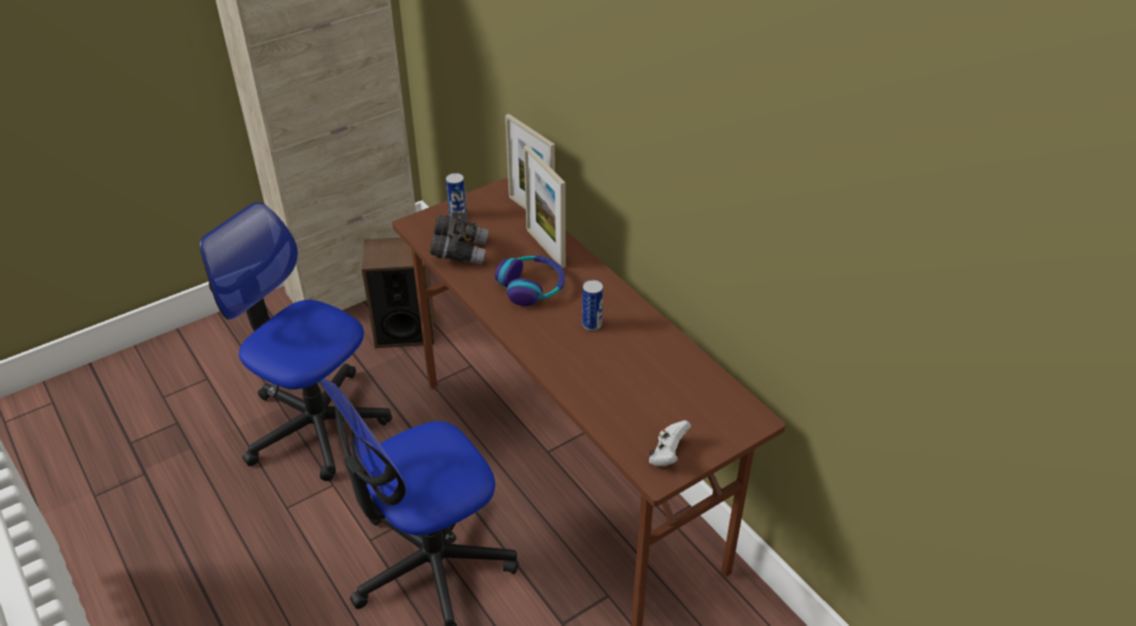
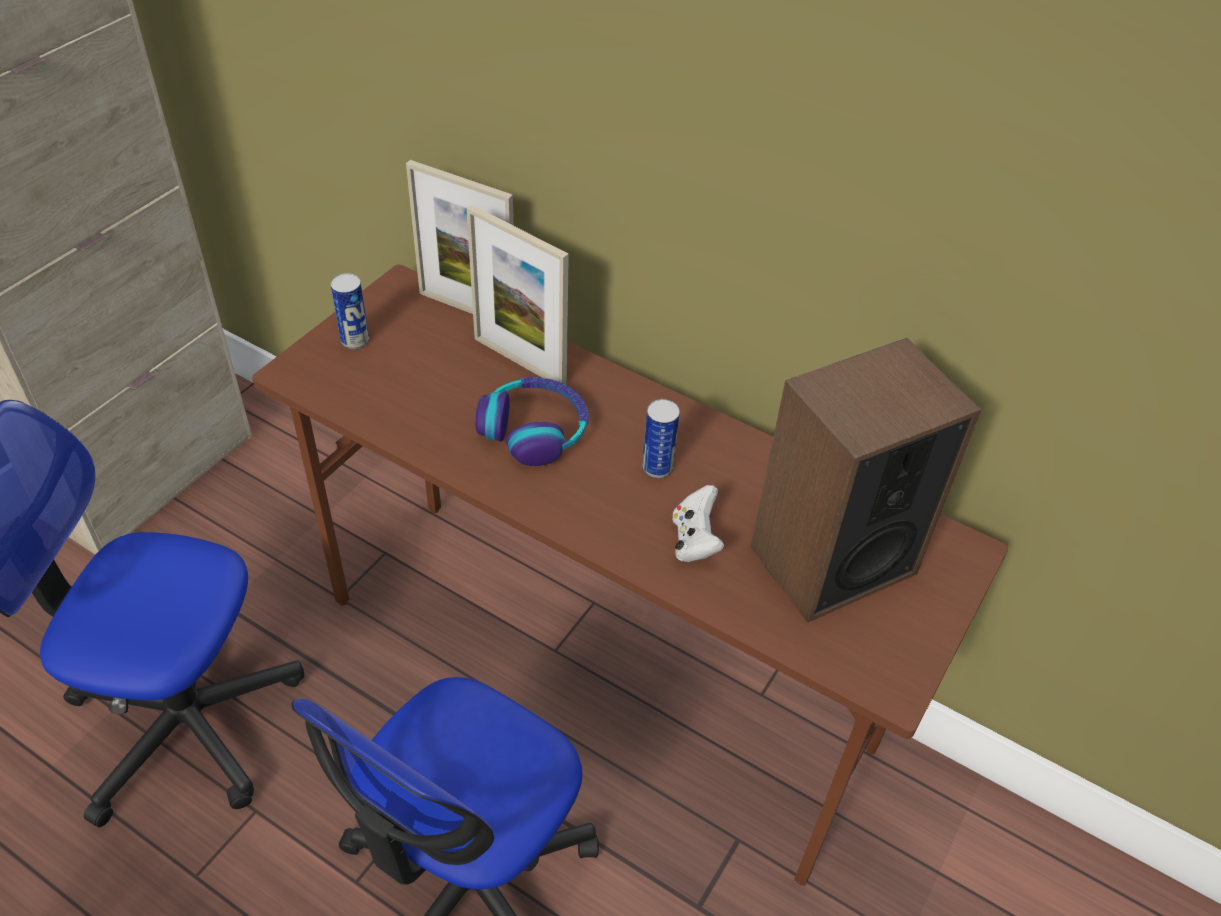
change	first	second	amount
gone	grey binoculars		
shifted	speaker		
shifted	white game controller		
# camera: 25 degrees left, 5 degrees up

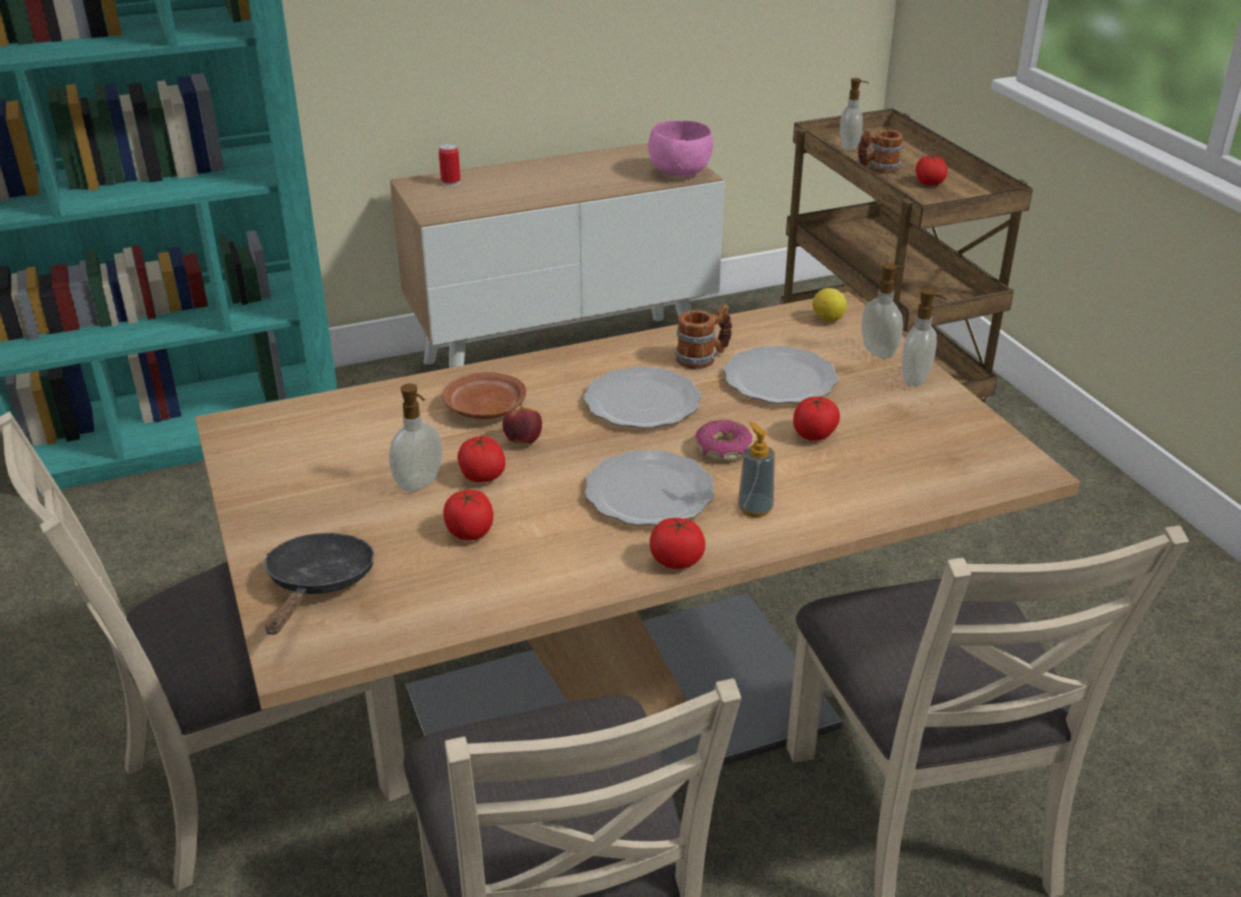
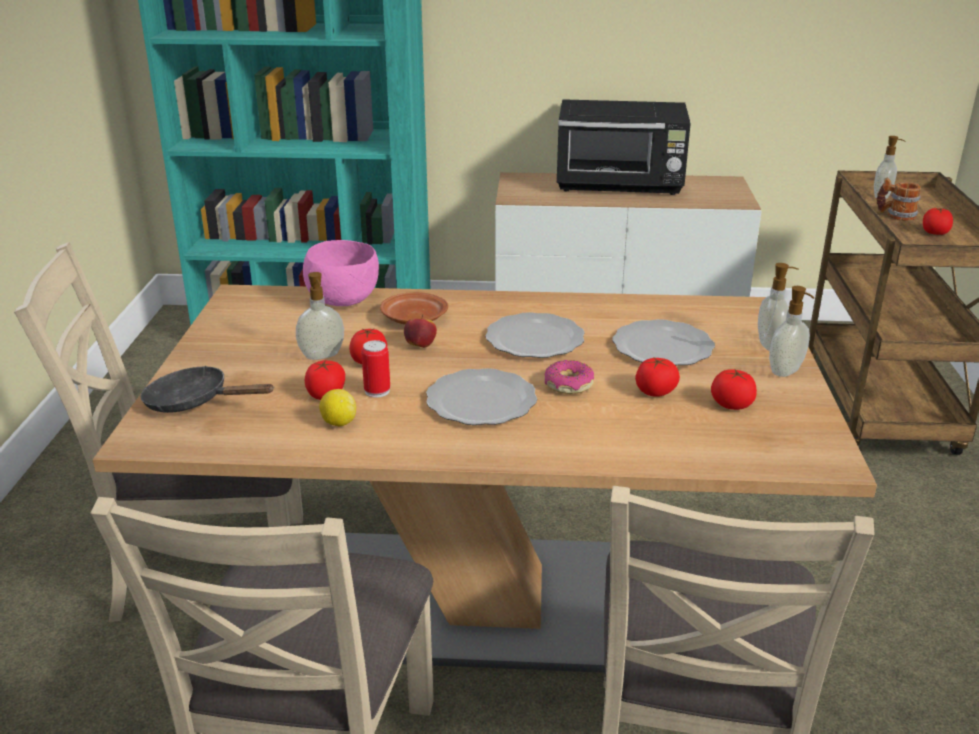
change	first	second	amount
shifted	pink bowl		
shifted	can		
shifted	lemon		
gone	mug (no. 1 from left)		
gone	soap dispenser (no. 2 from left)		
shifted	tomato (no. 3 from left in the first image)	tomato (no. 4 from left)	
rotated	black frying pan		105 degrees counterclockwise
new		black microwave	
# camera: 25 degrees right, 5 degrees down

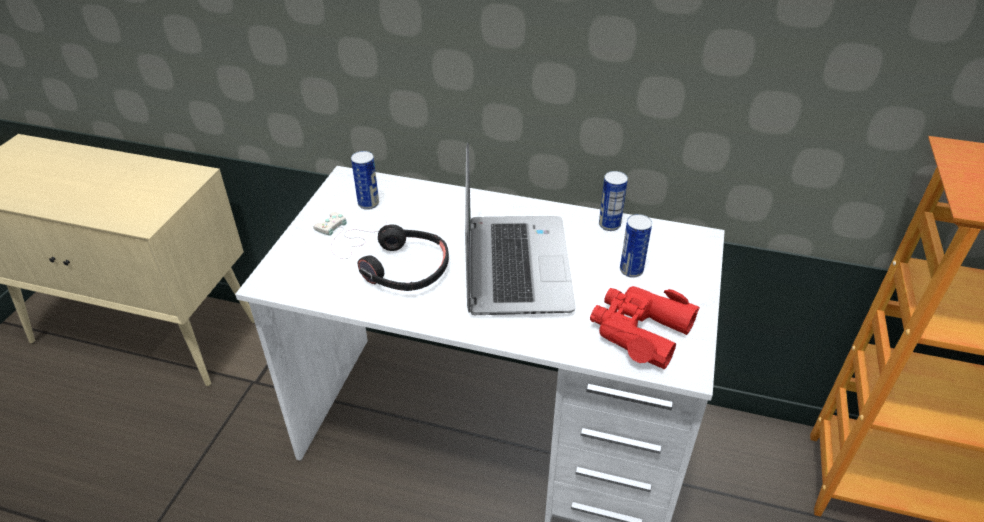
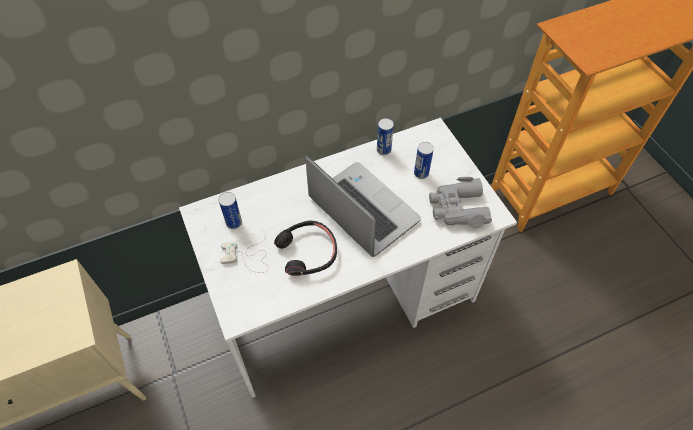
change	first	second	amount
repainted	red binoculars	grey binoculars	
# camera: 40 degrees left, 15 degrees up

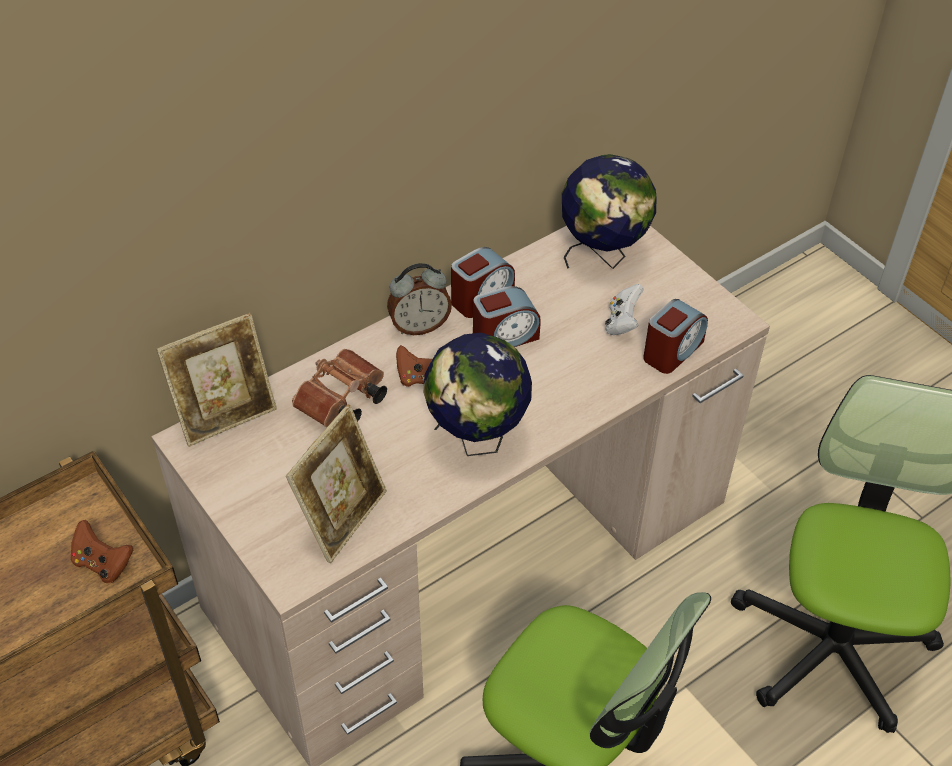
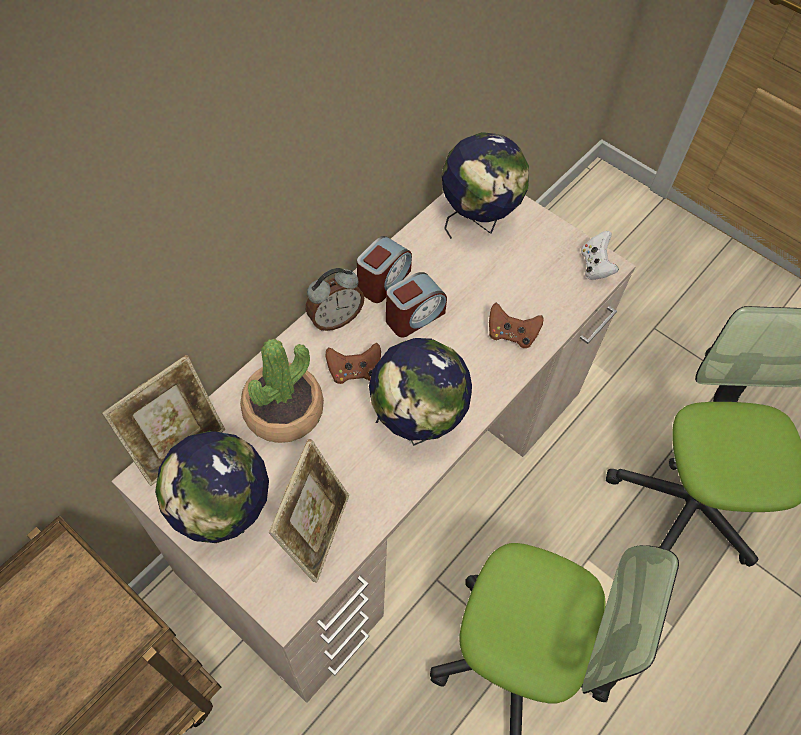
change	first	second	amount
shifted	white game controller		
gone	alarm clock (no. 4 from left)		
swapped	brown binoculars	potted plant	
shifted	brown game controller (no. 1 from left in the first image)	brown game controller (no. 2 from left)	
new		globe (no. 1 from left)	
# camera: 15 degrees left, 10 degrees up

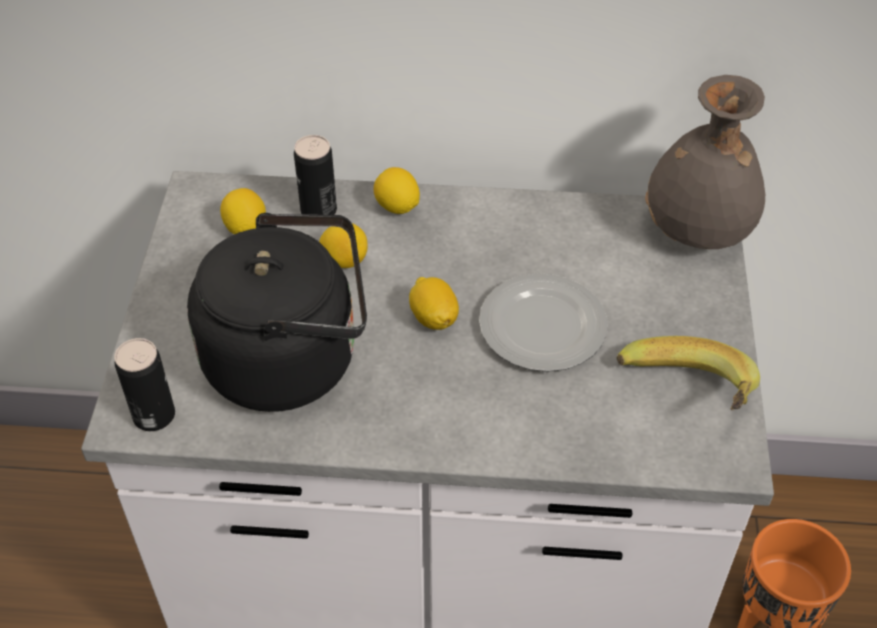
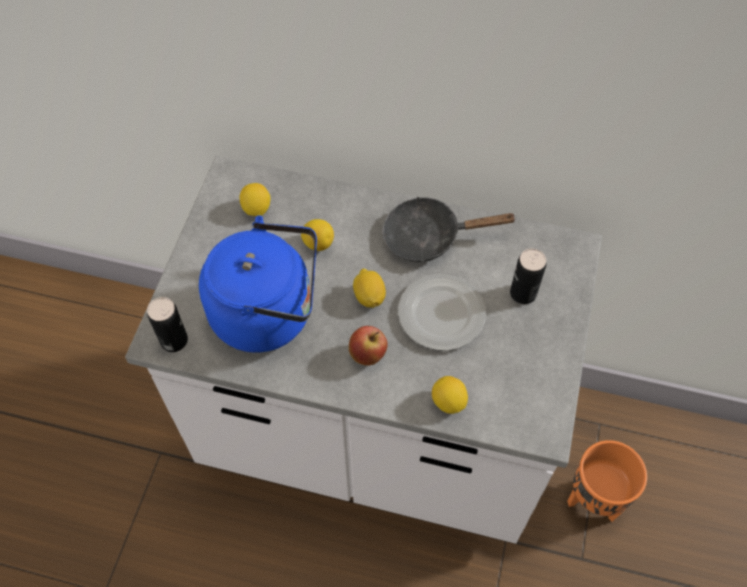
change	first	second	amount
gone	grey vase		
shifted	can (no. 2 from left)		
shifted	lemon (no. 3 from left in the first image)	lemon (no. 4 from left)	
repainted	black kettle	blue kettle	
gone	banana		
new		black frying pan	
new		apple	
# camera: 10 degrees right, 10 degrees up

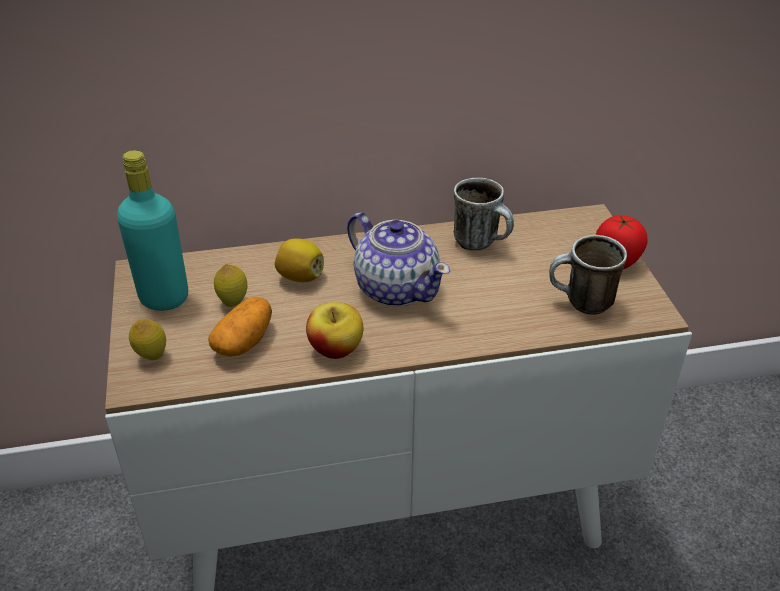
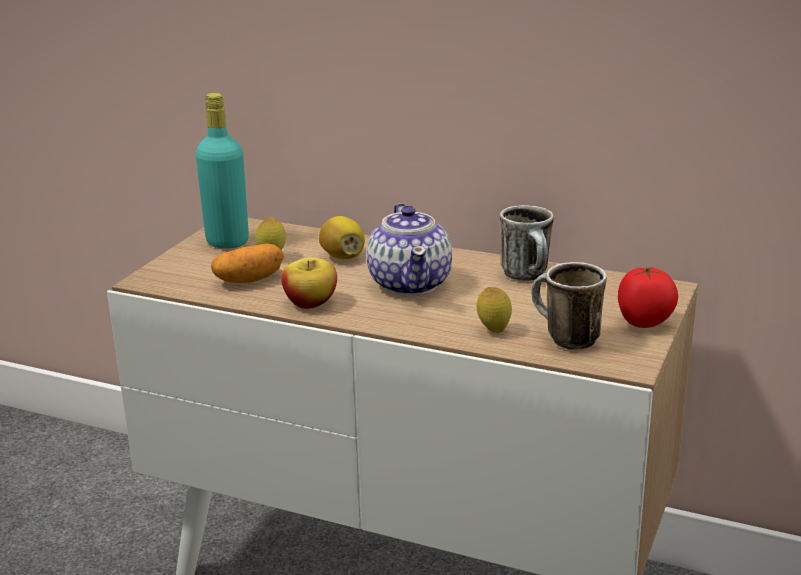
change	first	second	amount
shifted	lemon (no. 1 from left in the first image)	lemon (no. 3 from left)	
# camera: 35 degrees right, 15 degrees down

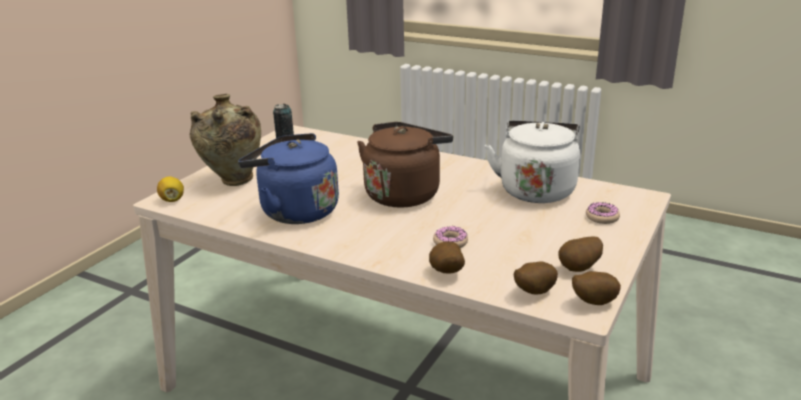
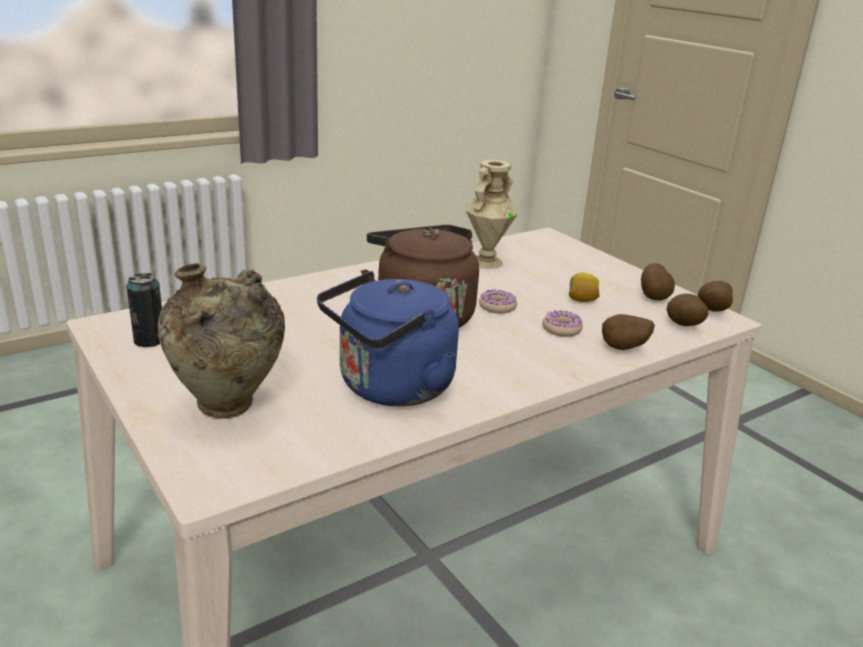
change	first	second	amount
swapped	white kettle	beige vase (no. 2 from left)	
shifted	lemon		
shifted	donut (no. 2 from left in the first image)	donut (no. 1 from left)	
# camera: 65 degrees left, 0 degrees up

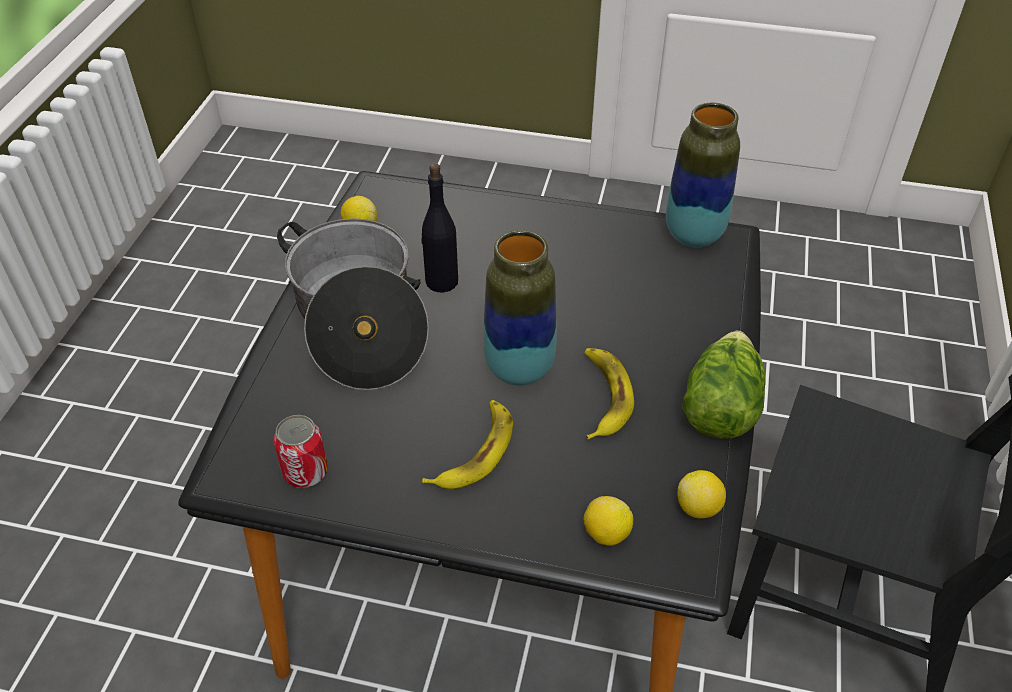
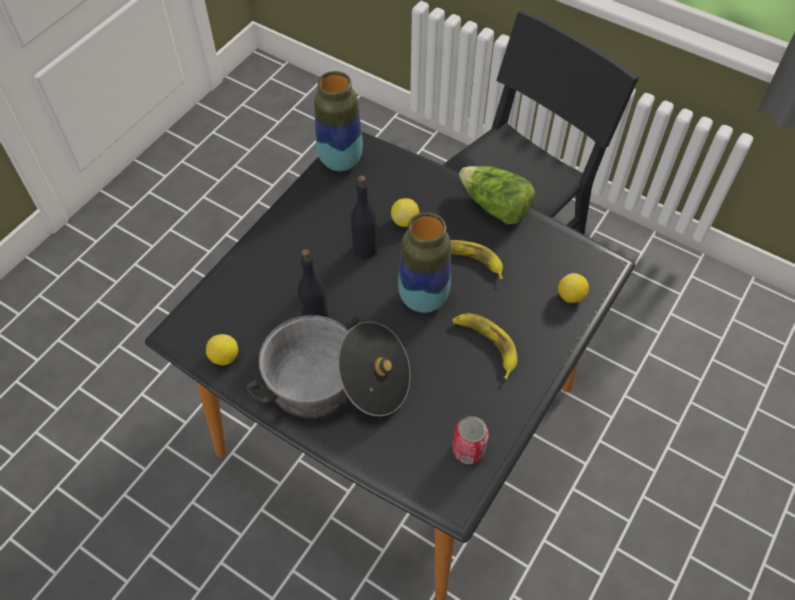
change	first	second	amount
shifted	lemon (no. 3 from left in the first image)	lemon (no. 2 from left)	
new		black bottle (no. 2 from left)	
# camera: 70 degrees left, 10 degrees up

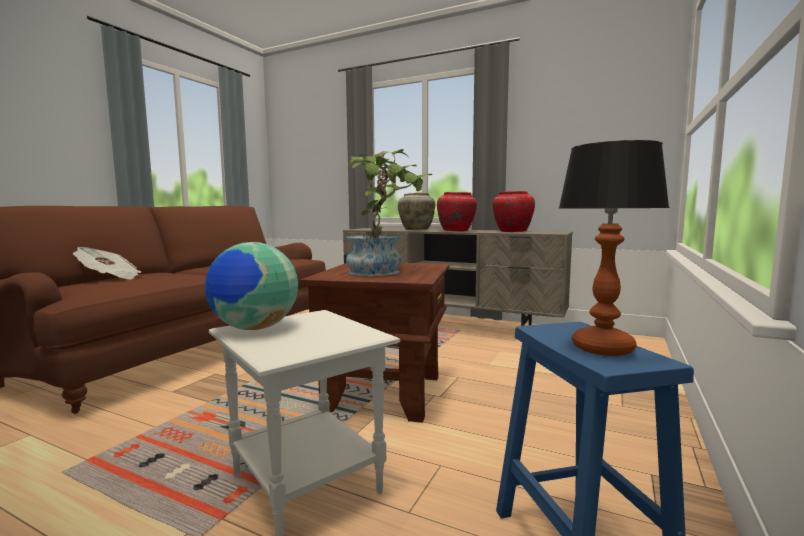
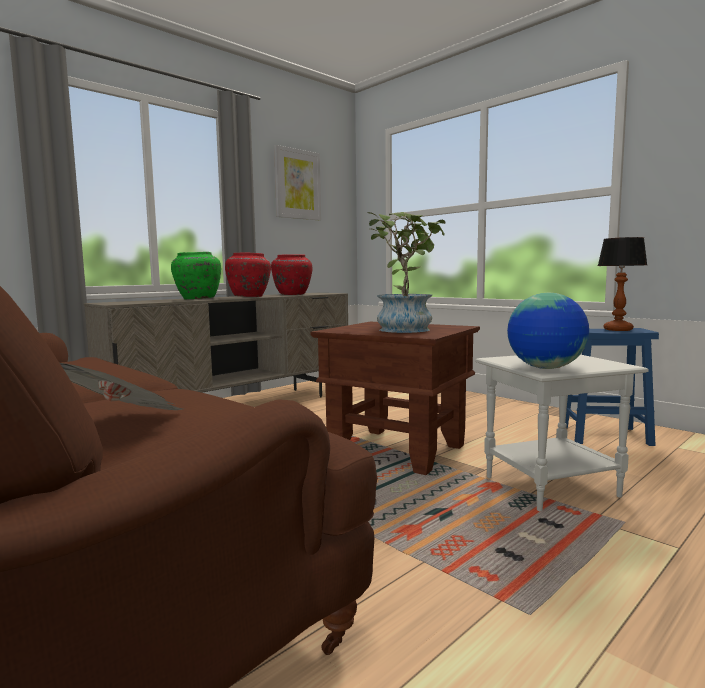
change	first	second	amount
repainted	beige vase	green vase	
new		picture	
# camera: 70 degrees left, 0 degrees up

